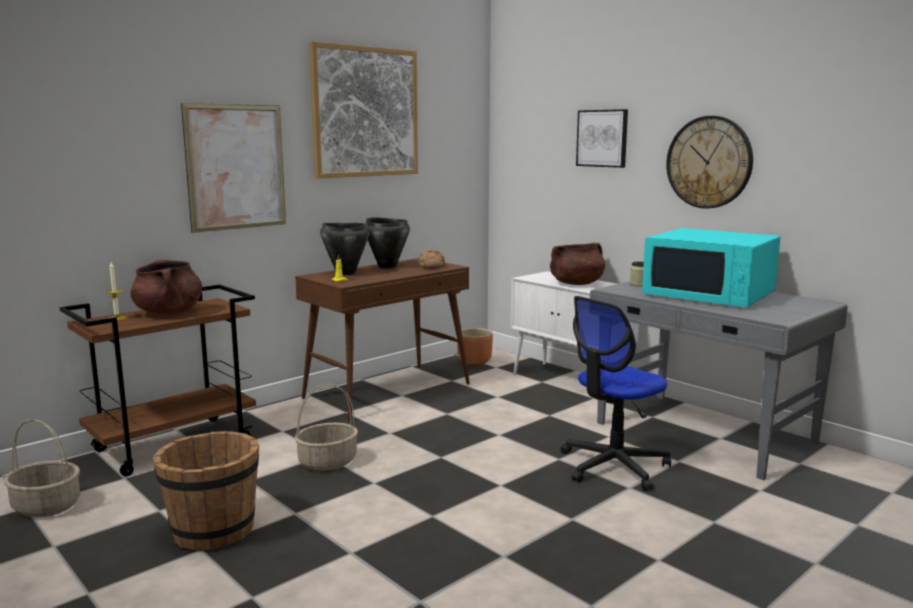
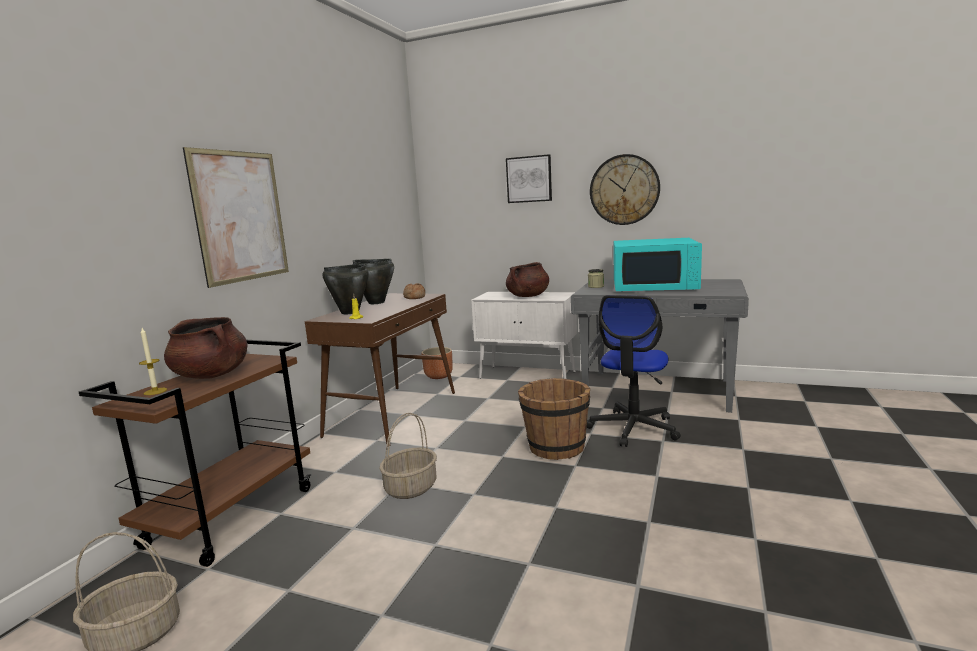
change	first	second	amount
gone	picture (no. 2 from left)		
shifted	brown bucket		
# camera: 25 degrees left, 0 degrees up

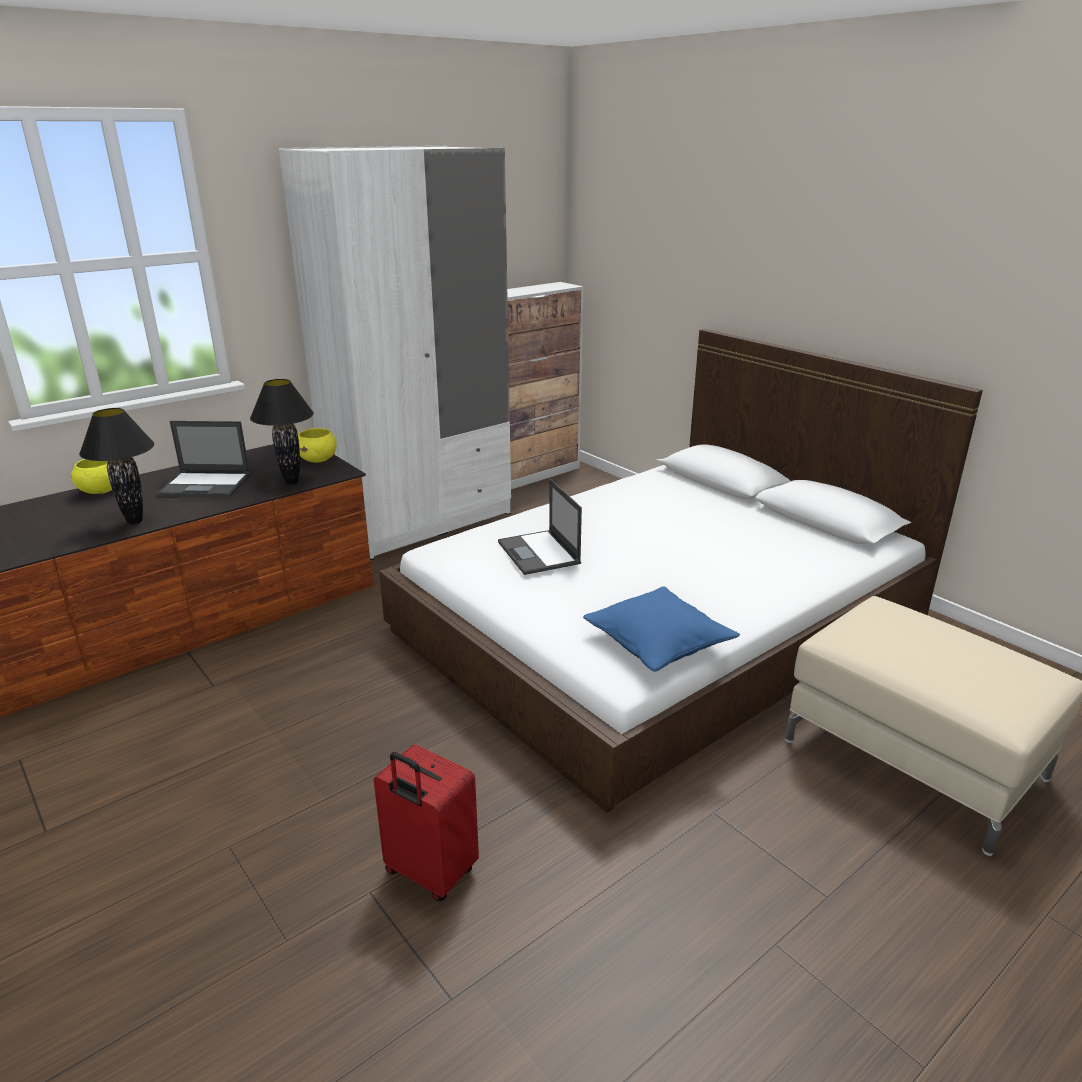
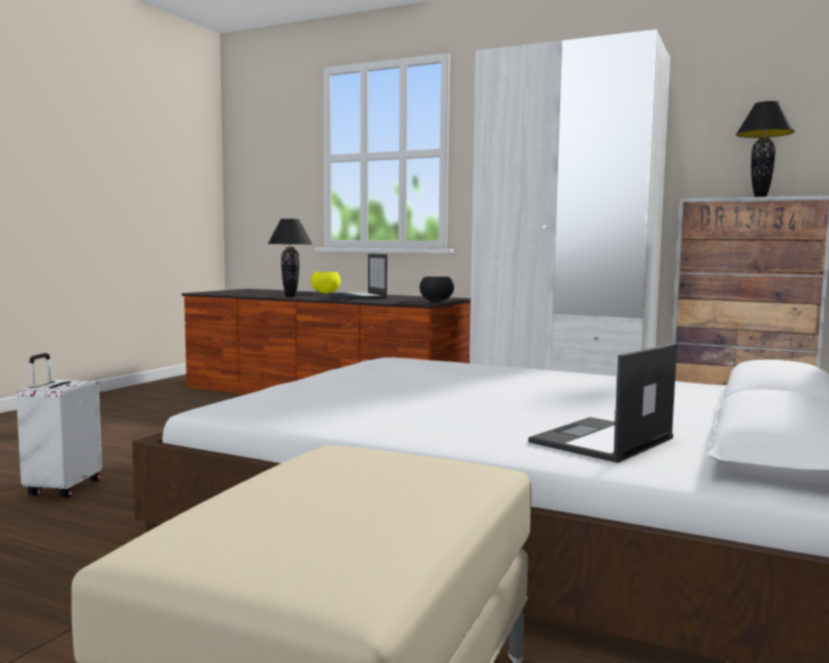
change	first	second	amount
shifted	black table lamp (no. 2 from left)		
repainted	yellow bowl (no. 2 from left)	black bowl	
shifted	laptop (no. 2 from left)		
gone	blue pillow		
repainted	red suitcase	white suitcase	
# camera: 65 degrees right, 20 degrees down

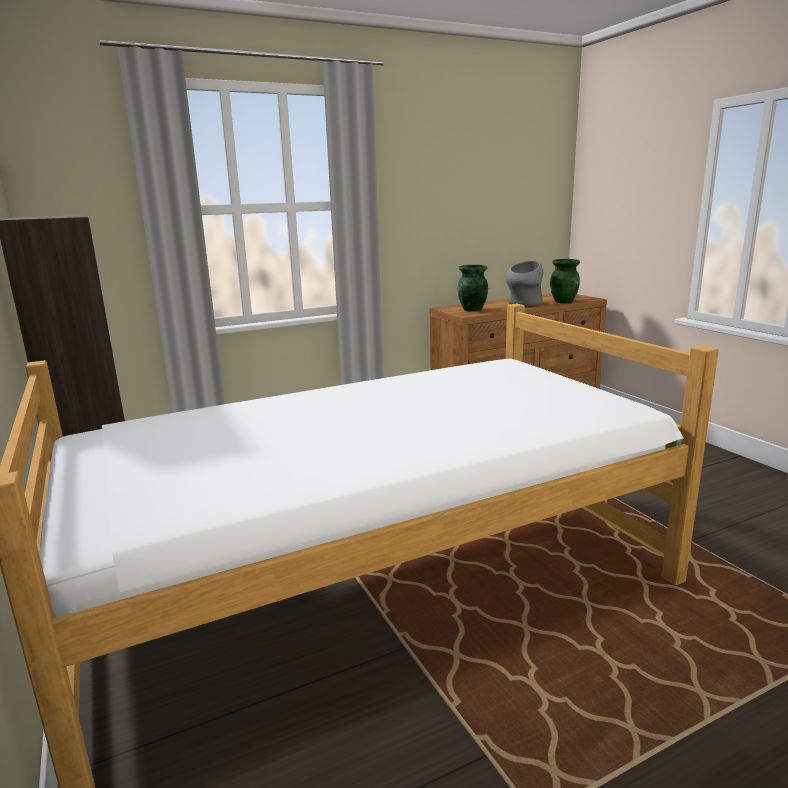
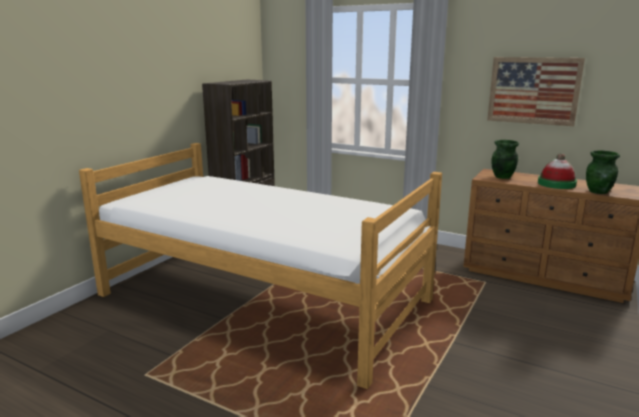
change	first	second	amount
swapped	grey vase	hat	
new		picture	
# camera: 55 degrees right, 0 degrees up

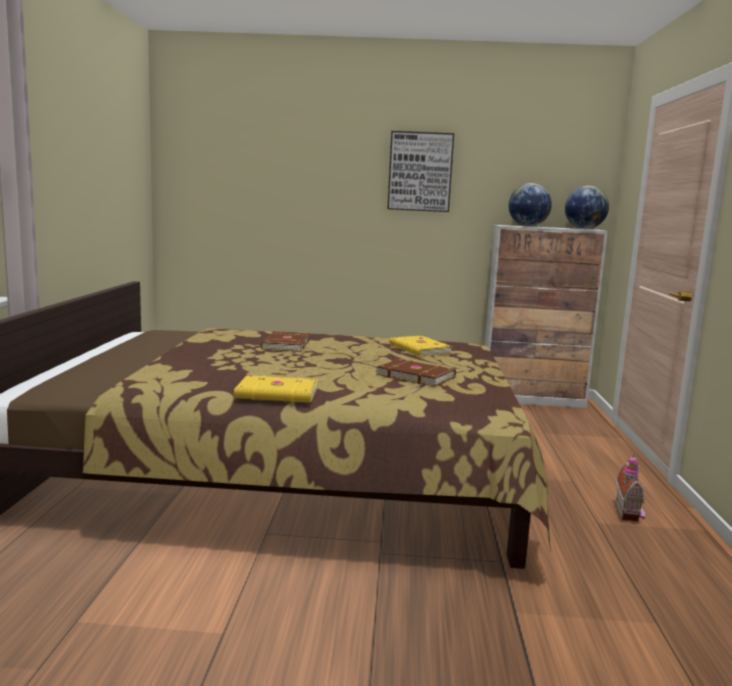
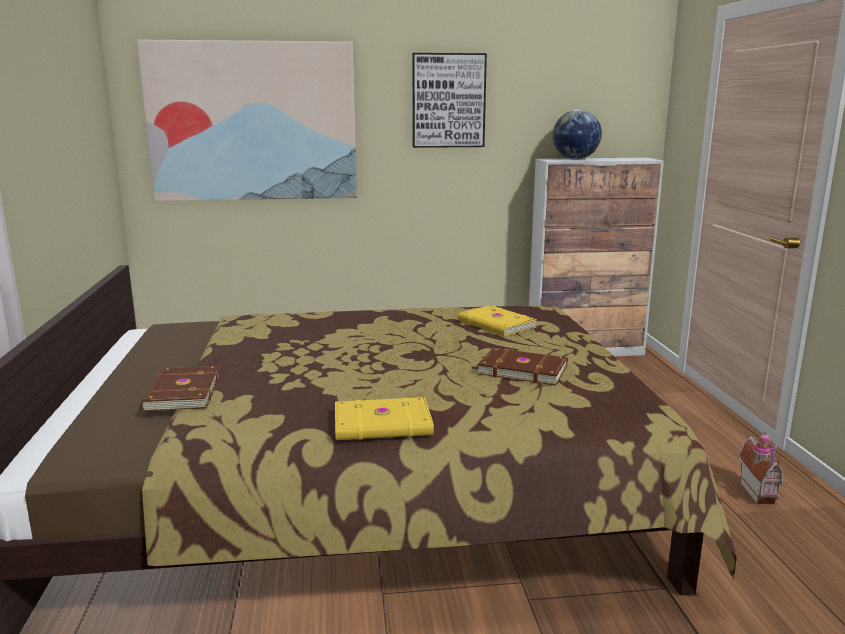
change	first	second	amount
gone	globe (no. 2 from left)		
shifted	brown book (no. 1 from left)		
new		picture (no. 1 from left)	
# camera: 10 degrees left, 5 degrees up

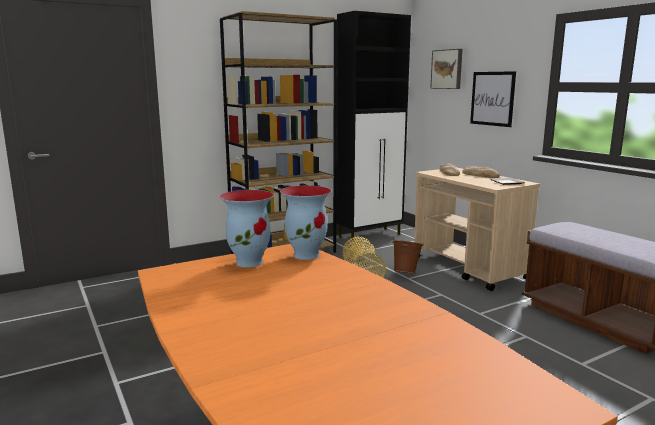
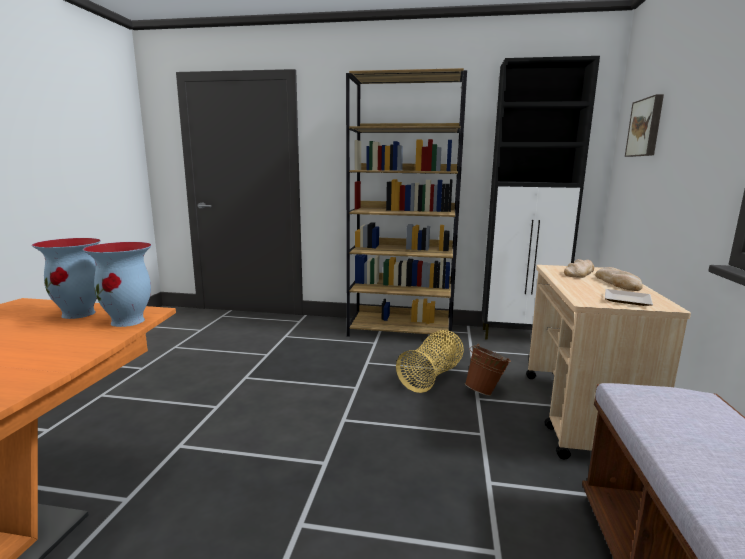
change	first	second	amount
gone	picture (no. 2 from left)		
# camera: 40 degrees right, 0 degrees up

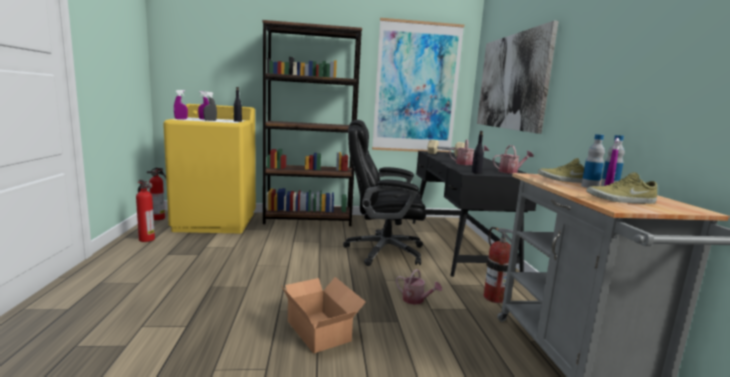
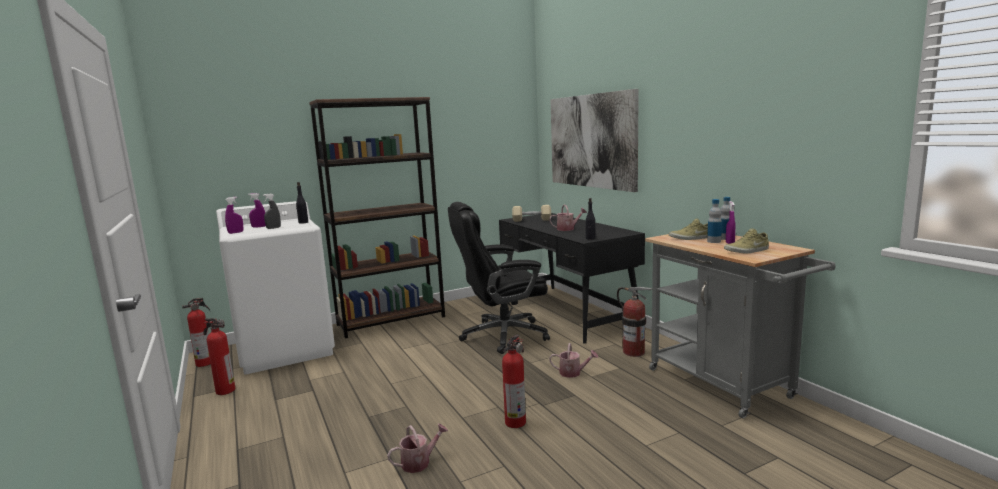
change	first	second	amount
gone	picture (no. 1 from left)		
repainted	yellow washing machine	white washing machine	
shifted	watering can (no. 3 from left in the first image)	watering can (no. 1 from left)	
swapped	cardboard box	fire extinguisher (no. 3 from left)	
# camera: 20 degrees left, 0 degrees up

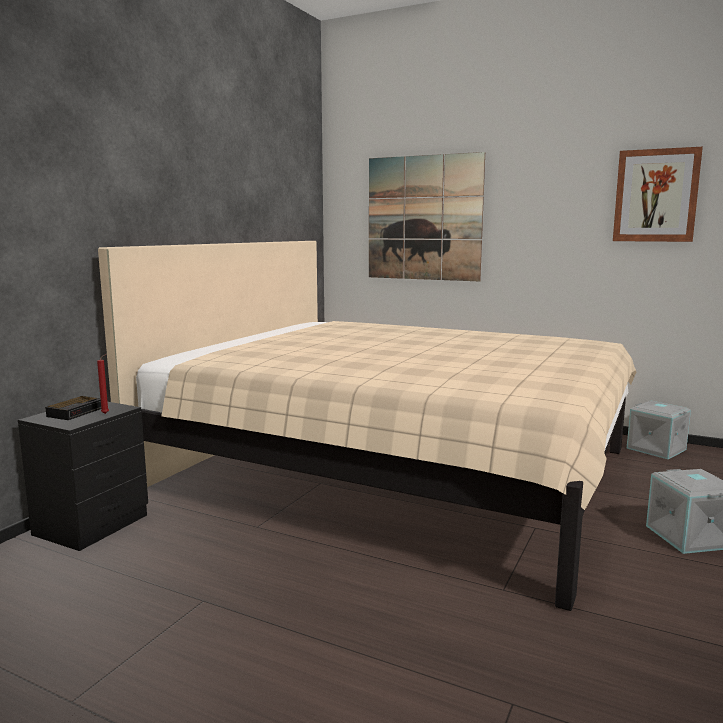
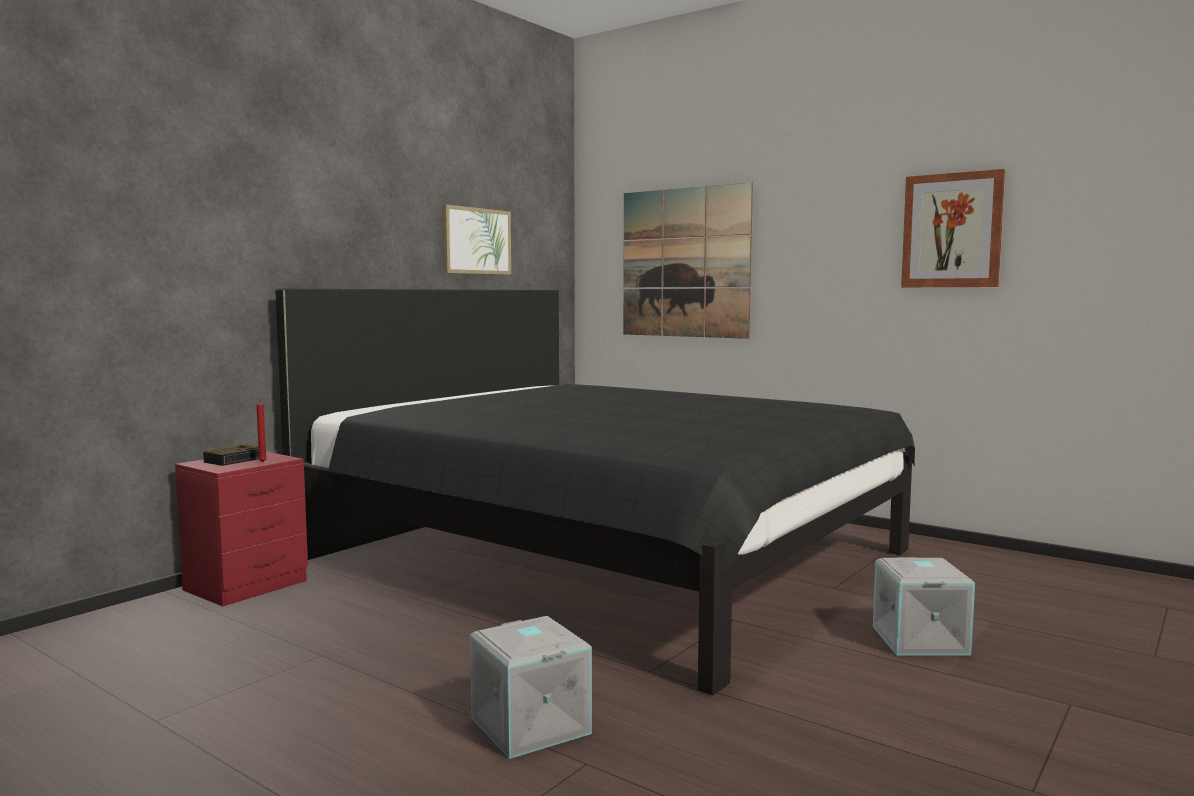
change	first	second	amount
repainted	beige bed	black bed	
shifted	grey storage box (no. 1 from left)		
repainted	black nightstand	red nightstand	
new		picture (no. 1 from left)	
# camera: 10 degrees right, 5 degrees down

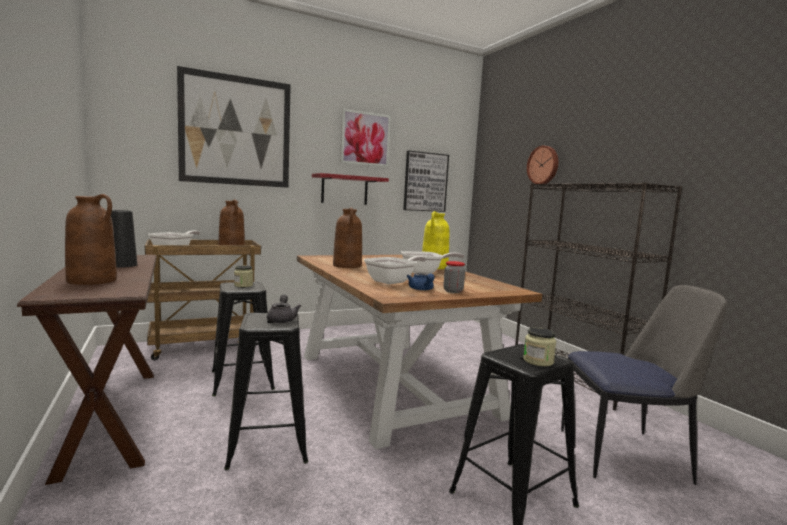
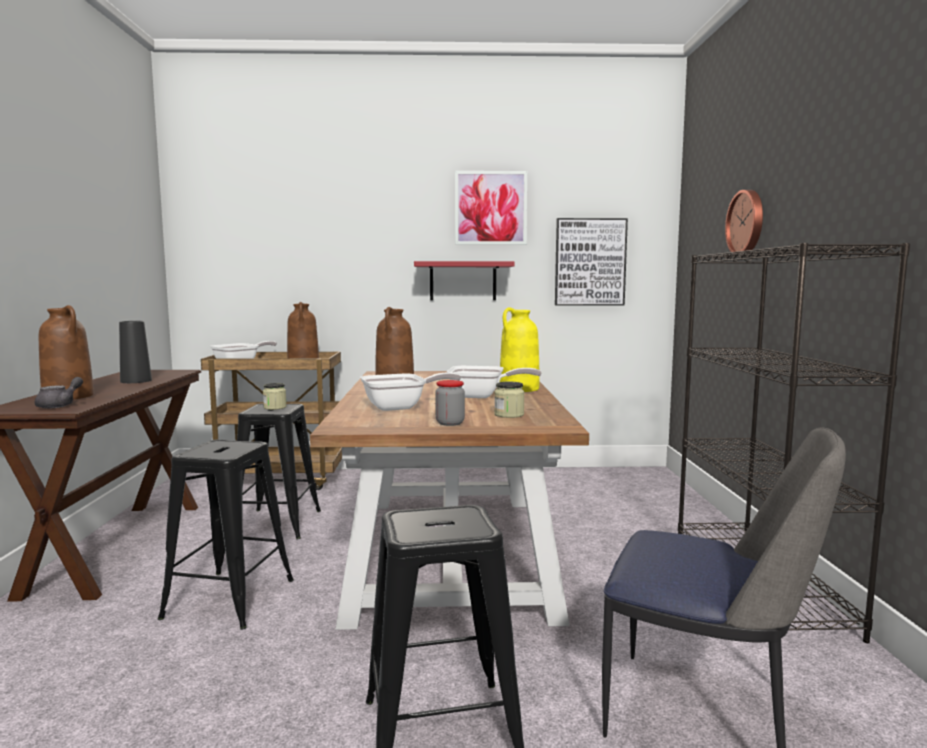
change	first	second	amount
gone	picture (no. 1 from left)		
gone	blue teapot		
shifted	grey teapot		
shifted	jar (no. 3 from left)		
# camera: 25 degrees right, 0 degrees up

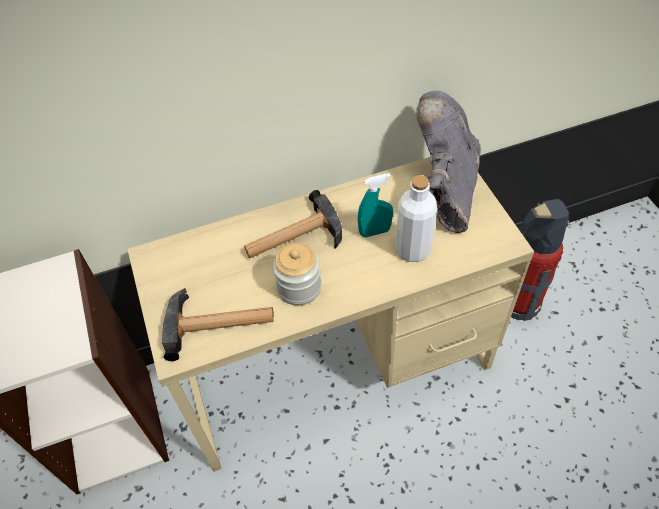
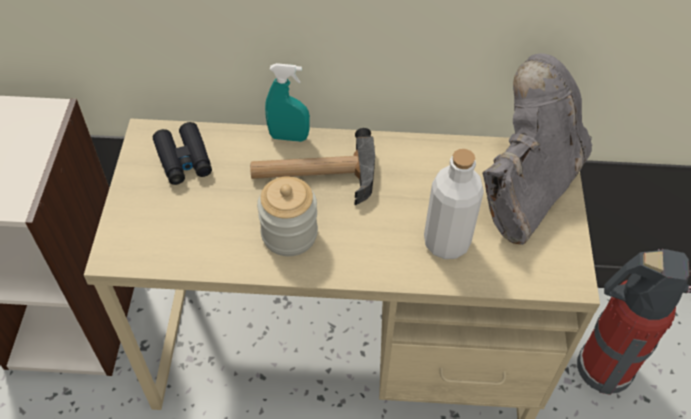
change	first	second	amount
shifted	turquoise spray bottle		
gone	hammer (no. 1 from left)		
new		black binoculars	
# camera: 20 degrees right, 0 degrees up

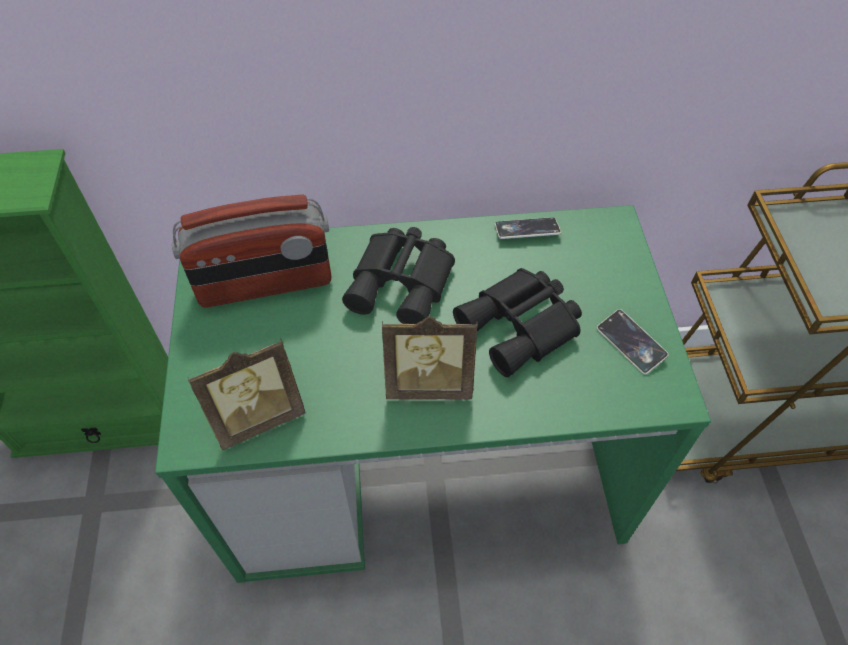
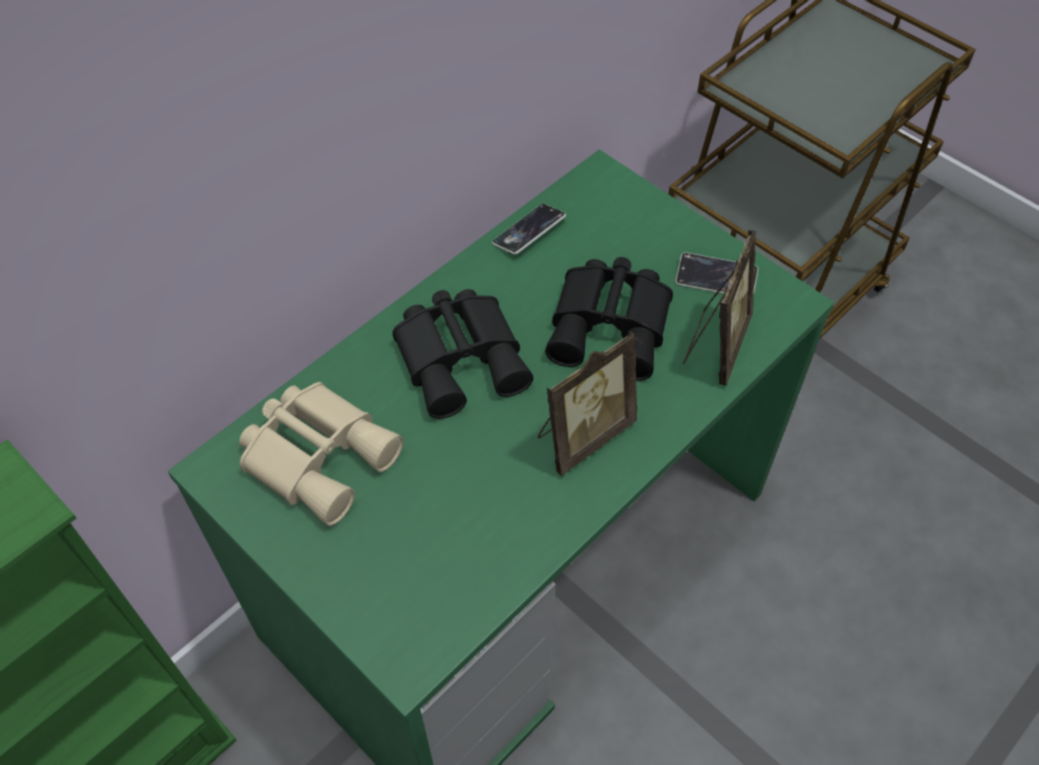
change	first	second	amount
swapped	radio	beige binoculars	
shifted	picture frame (no. 1 from left in the first image)	picture frame (no. 2 from left)	
# camera: 40 degrees left, 0 degrees up

